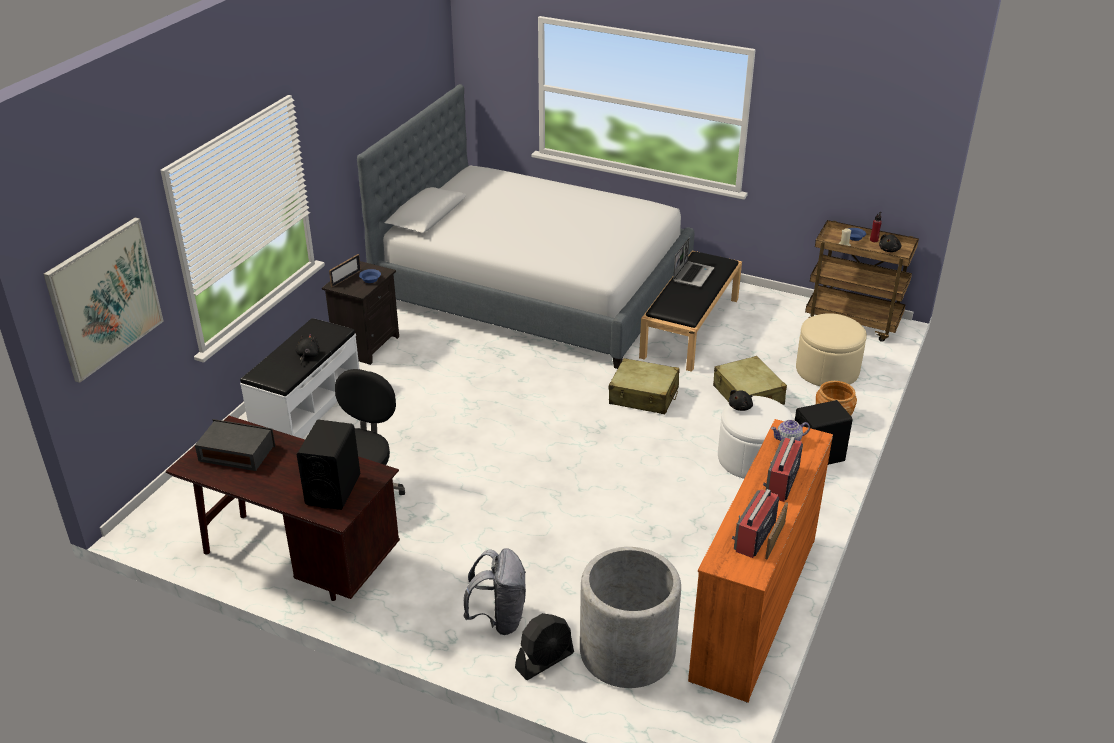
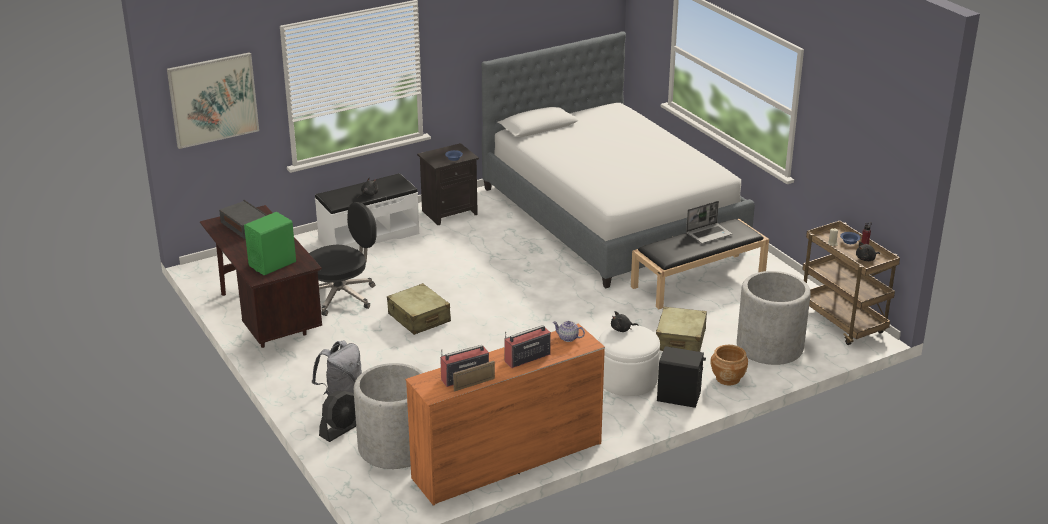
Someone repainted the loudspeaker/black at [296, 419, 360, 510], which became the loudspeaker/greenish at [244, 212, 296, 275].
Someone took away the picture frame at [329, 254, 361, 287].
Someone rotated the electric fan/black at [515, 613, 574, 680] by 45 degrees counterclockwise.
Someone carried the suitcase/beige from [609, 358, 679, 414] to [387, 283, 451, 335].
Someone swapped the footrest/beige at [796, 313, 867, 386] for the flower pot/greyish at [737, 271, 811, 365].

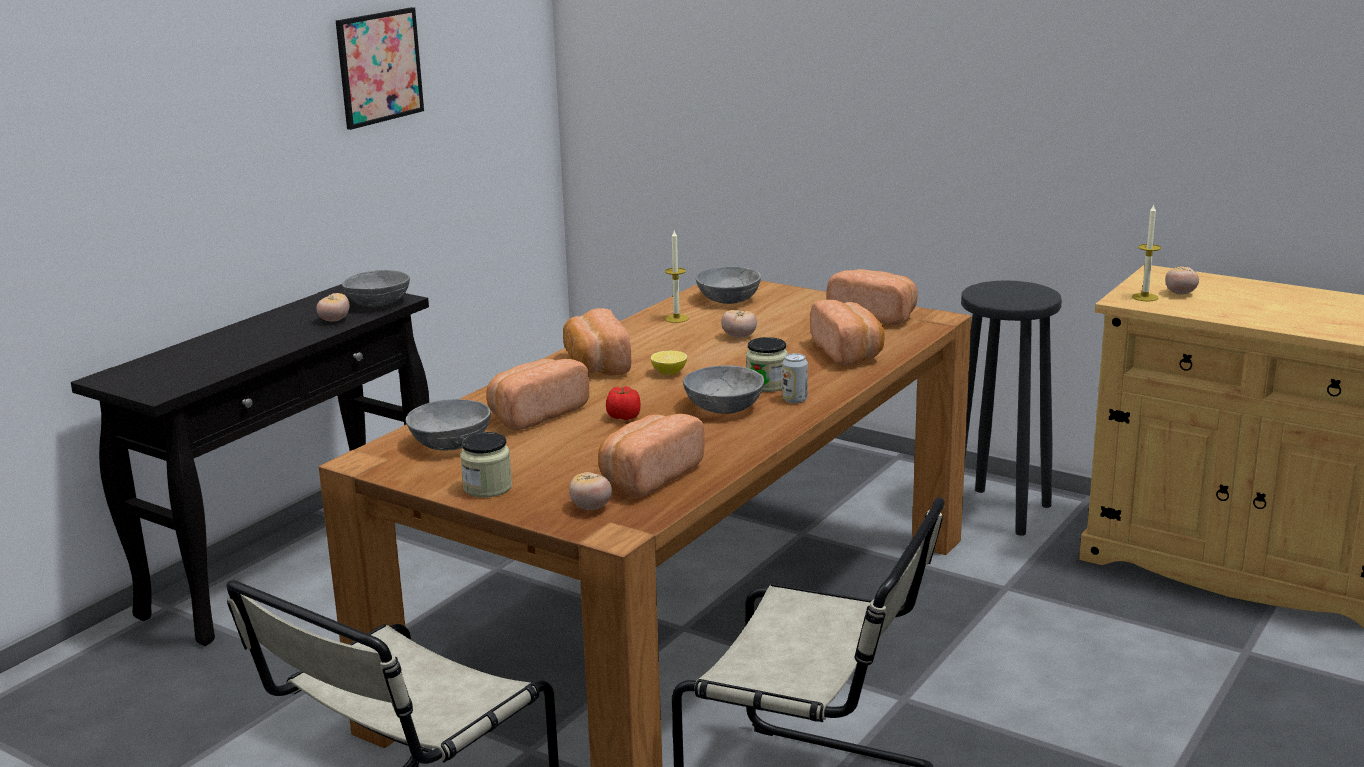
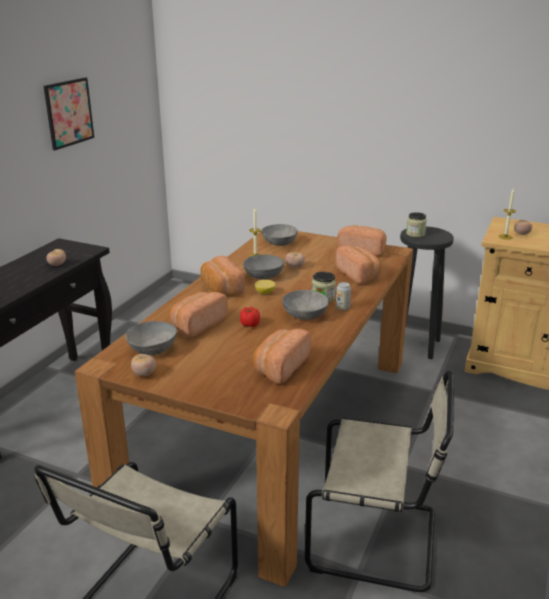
Someone carried the bowl/greyish from [342, 270, 410, 307] to [243, 254, 284, 279].
Someone carried the preserve jar from [460, 432, 512, 498] to [406, 212, 427, 237].
Someone carried the tomato from [569, 472, 612, 510] to [131, 354, 156, 376].

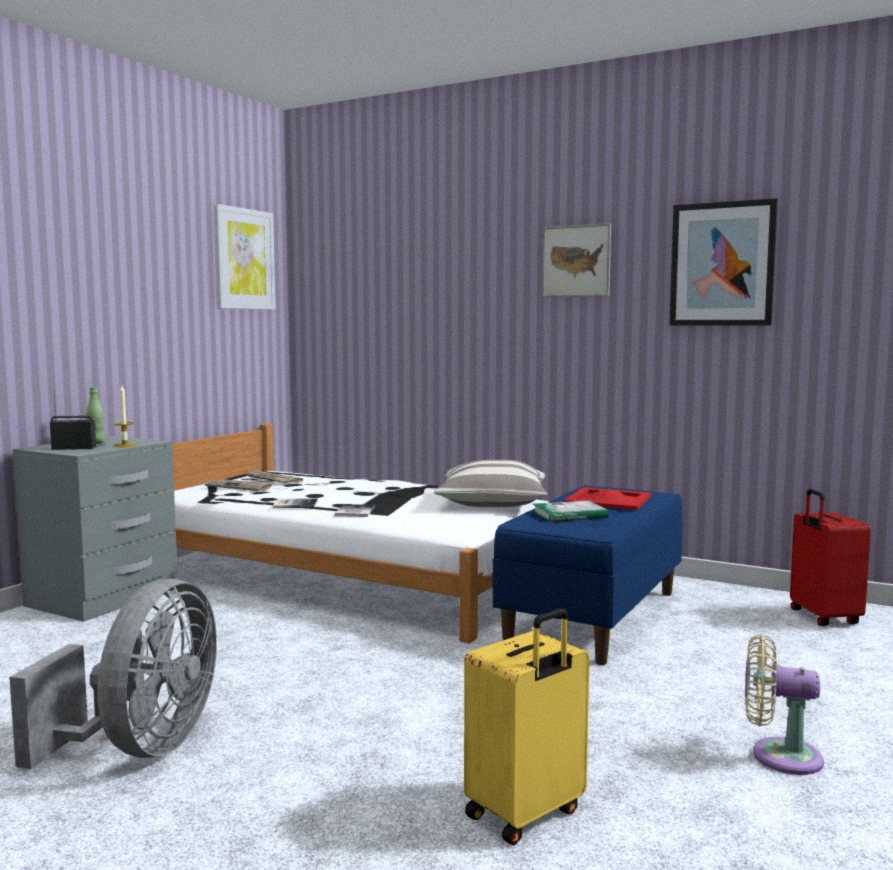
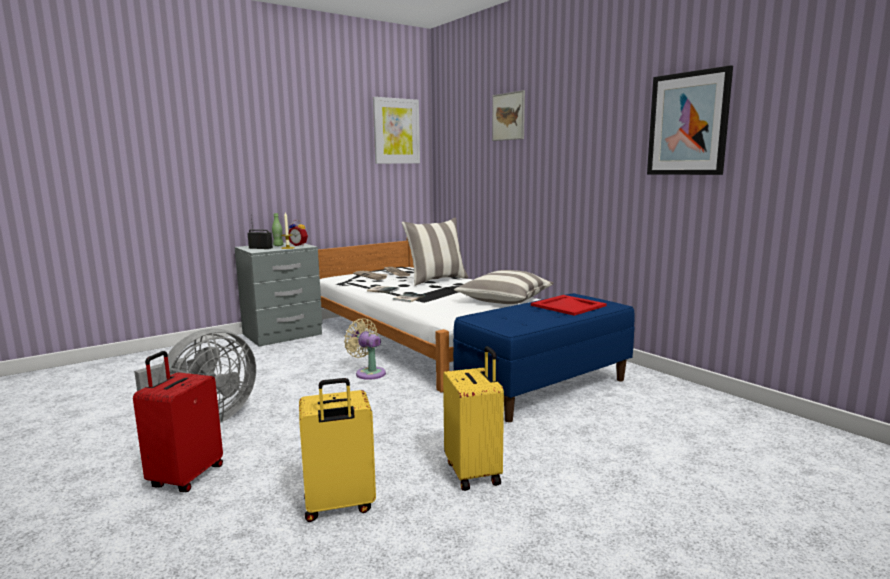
Someone took away the volume at [532, 501, 609, 521].
Someone carried the wall art from [542, 223, 611, 297] to [492, 90, 525, 141].
Someone carried the electric fan/beige from [745, 635, 824, 775] to [344, 318, 386, 380].
Someone carried the suitcase/reddish from [790, 489, 871, 626] to [133, 351, 223, 492].
Someone put down the bedside clock at [288, 220, 308, 246].
Someone put down the throw pillow at [402, 217, 469, 286].
Someone put down the suitcase/yellow at [443, 346, 504, 491].

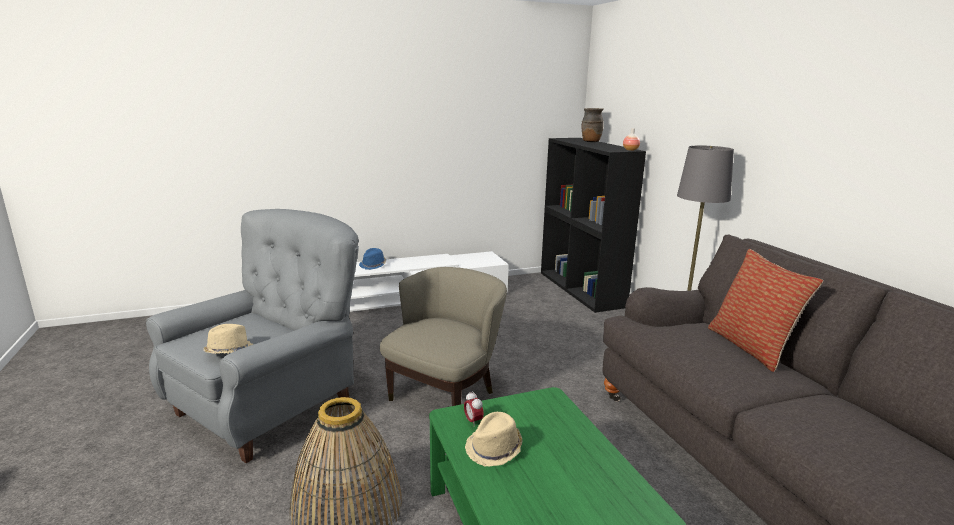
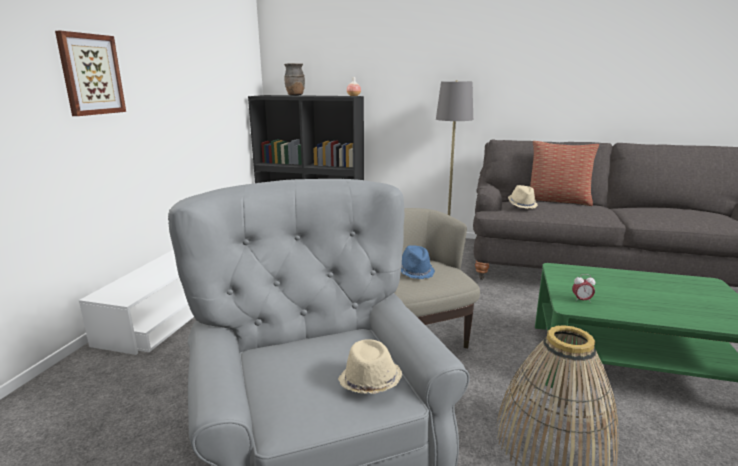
Someone carried the hat/blue-coloured from [359, 248, 386, 270] to [401, 245, 435, 279].
Someone carried the hat/beige from [465, 412, 523, 467] to [508, 185, 538, 209].
Someone put up the wall art at [55, 31, 126, 116].

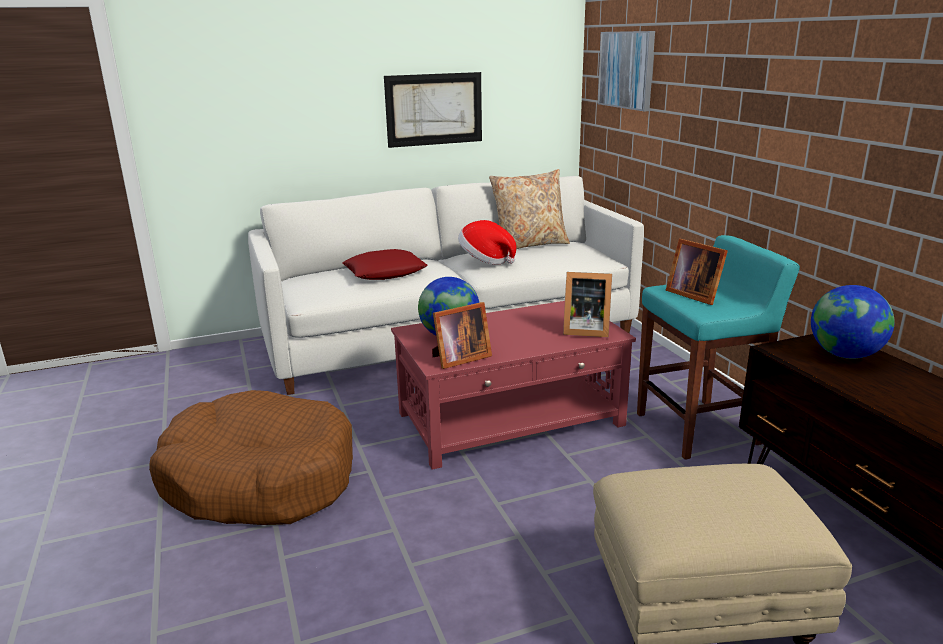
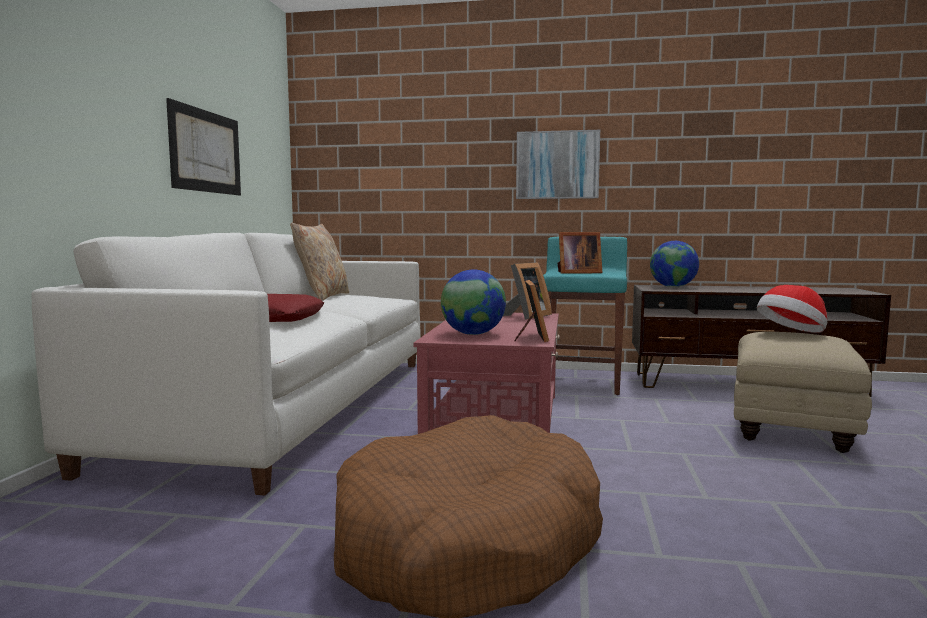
Someone carried the hat from [458, 220, 516, 265] to [757, 285, 827, 333].
Someone carried the wall art from [597, 31, 655, 111] to [516, 130, 600, 199].

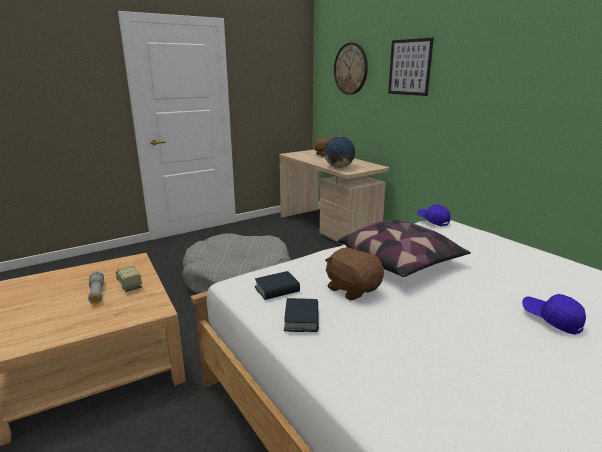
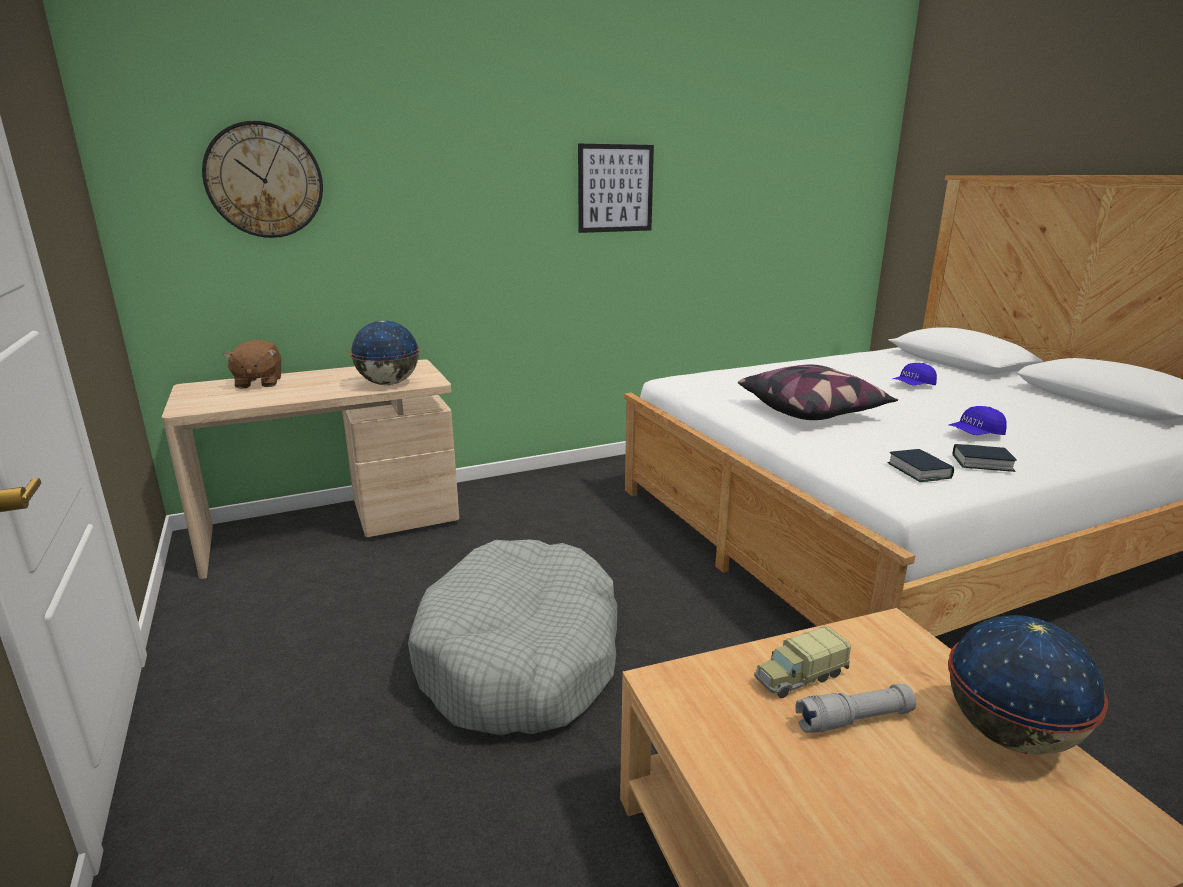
Someone took away the plush toy/brown at [325, 247, 384, 301].
Someone carried the wall art from [388, 38, 434, 96] to [578, 144, 654, 233].
Someone carried the peaked cap/blue-coloured from [417, 204, 450, 226] to [949, 406, 1007, 435].
Someone put down the world globe at [948, 615, 1108, 755].

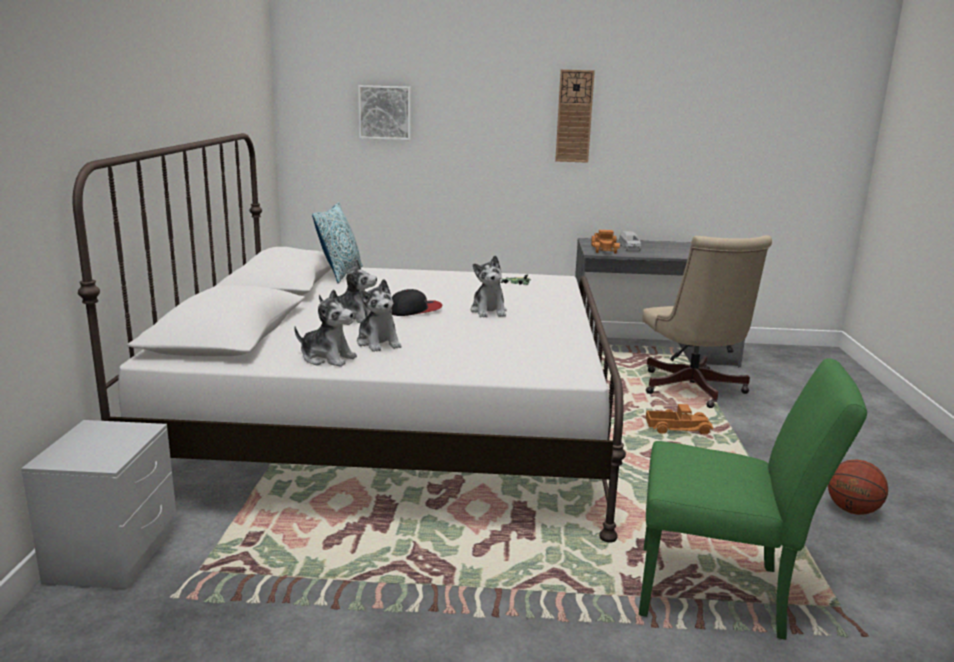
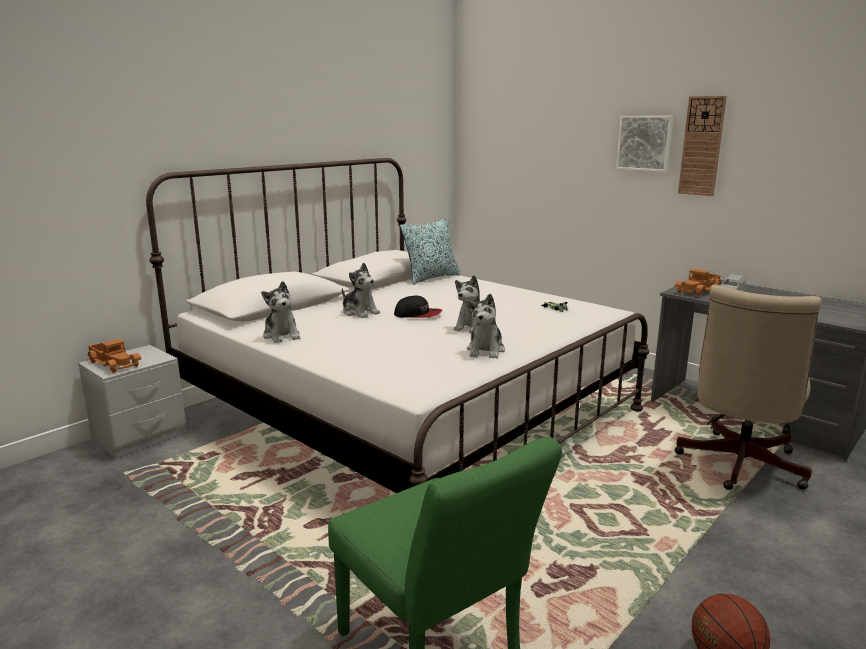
Someone carried the plush toy from [357, 279, 401, 352] to [466, 294, 505, 359].
Someone carried the wall art from [358, 85, 411, 140] to [616, 116, 674, 172].
Someone carried the toy truck from [646, 404, 713, 434] to [87, 339, 141, 373].

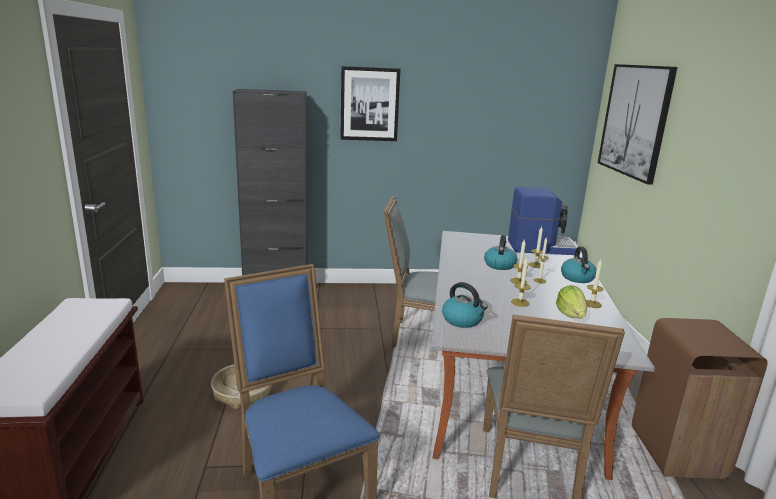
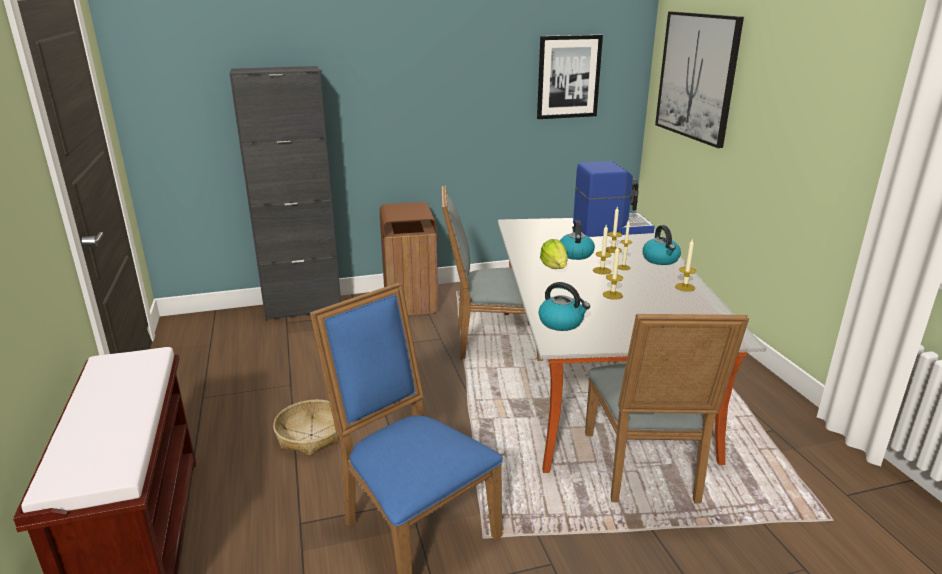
Someone carried the wall art from [340, 66, 400, 141] to [537, 35, 603, 119].
Someone carried the lettuce from [556, 285, 587, 318] to [540, 239, 568, 269].
Someone carried the rubbish bin/brown from [632, 318, 768, 480] to [380, 202, 438, 316].

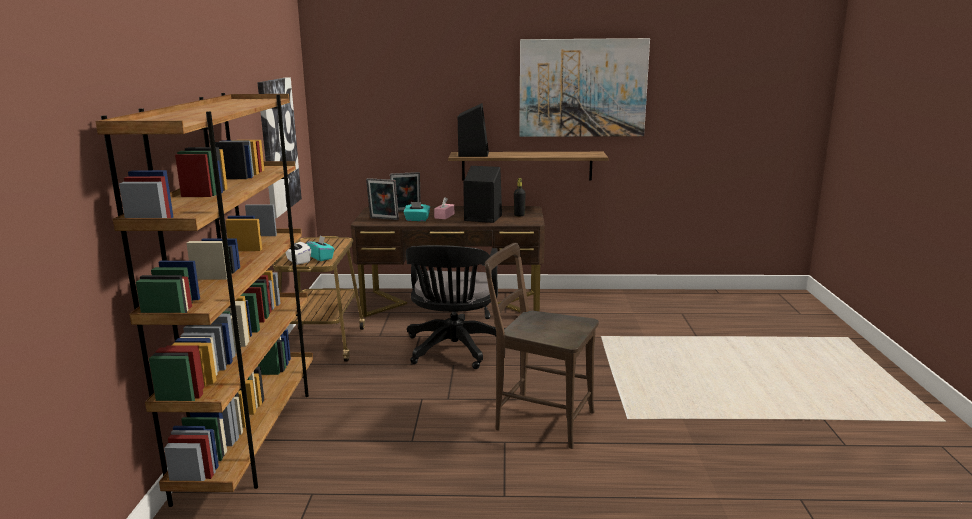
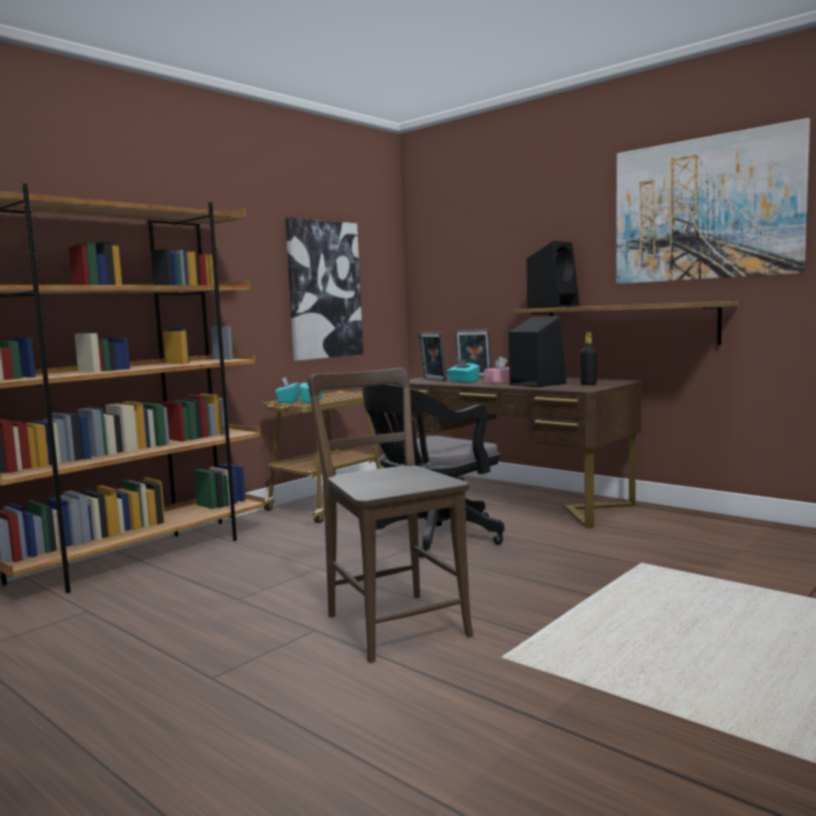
Someone repainted the box of tissues/whitish at [285, 242, 311, 265], which became the box of tissues/blue-green at [275, 377, 300, 403].

